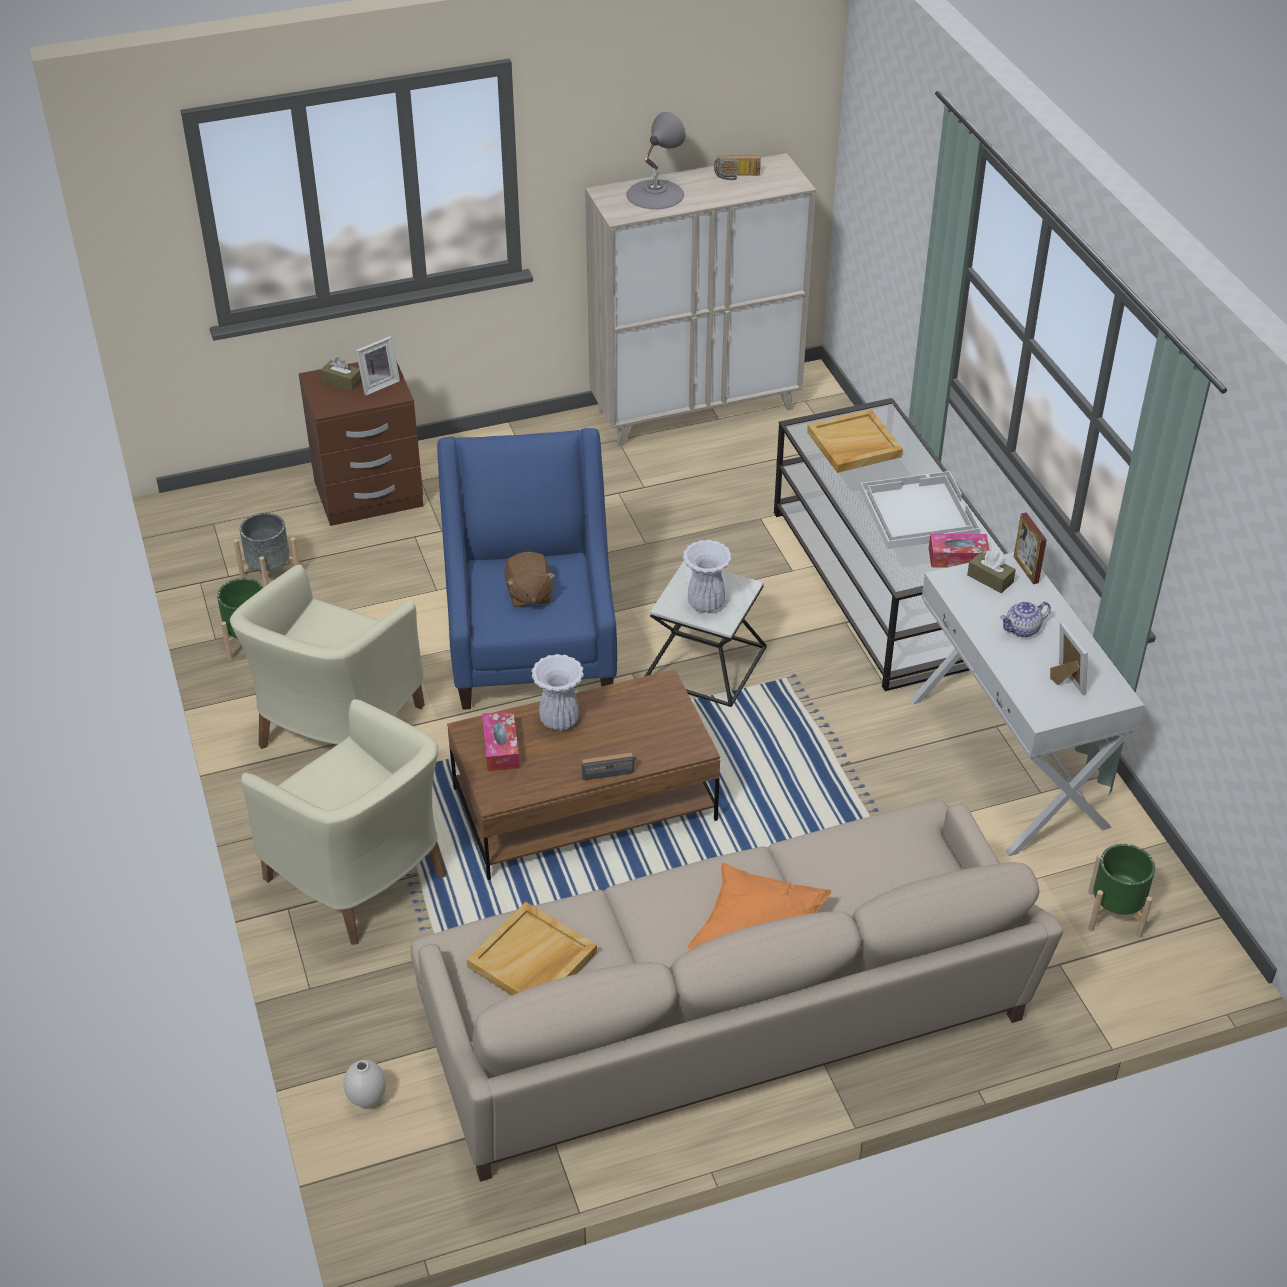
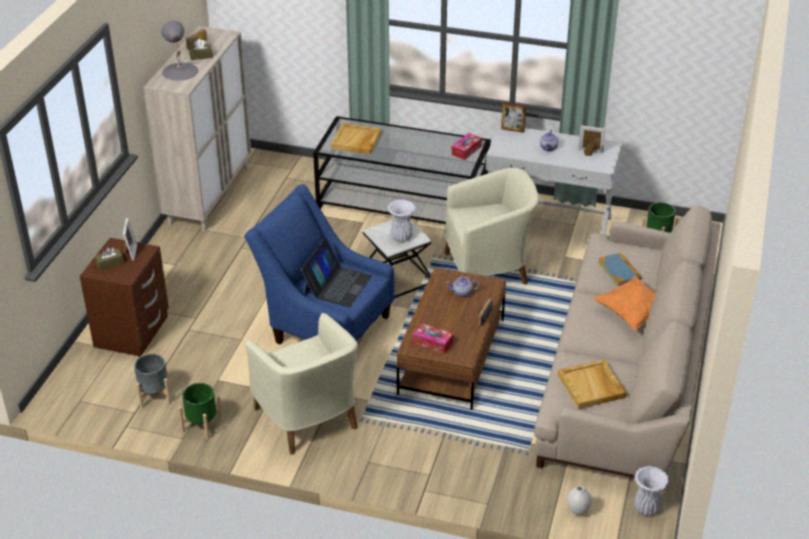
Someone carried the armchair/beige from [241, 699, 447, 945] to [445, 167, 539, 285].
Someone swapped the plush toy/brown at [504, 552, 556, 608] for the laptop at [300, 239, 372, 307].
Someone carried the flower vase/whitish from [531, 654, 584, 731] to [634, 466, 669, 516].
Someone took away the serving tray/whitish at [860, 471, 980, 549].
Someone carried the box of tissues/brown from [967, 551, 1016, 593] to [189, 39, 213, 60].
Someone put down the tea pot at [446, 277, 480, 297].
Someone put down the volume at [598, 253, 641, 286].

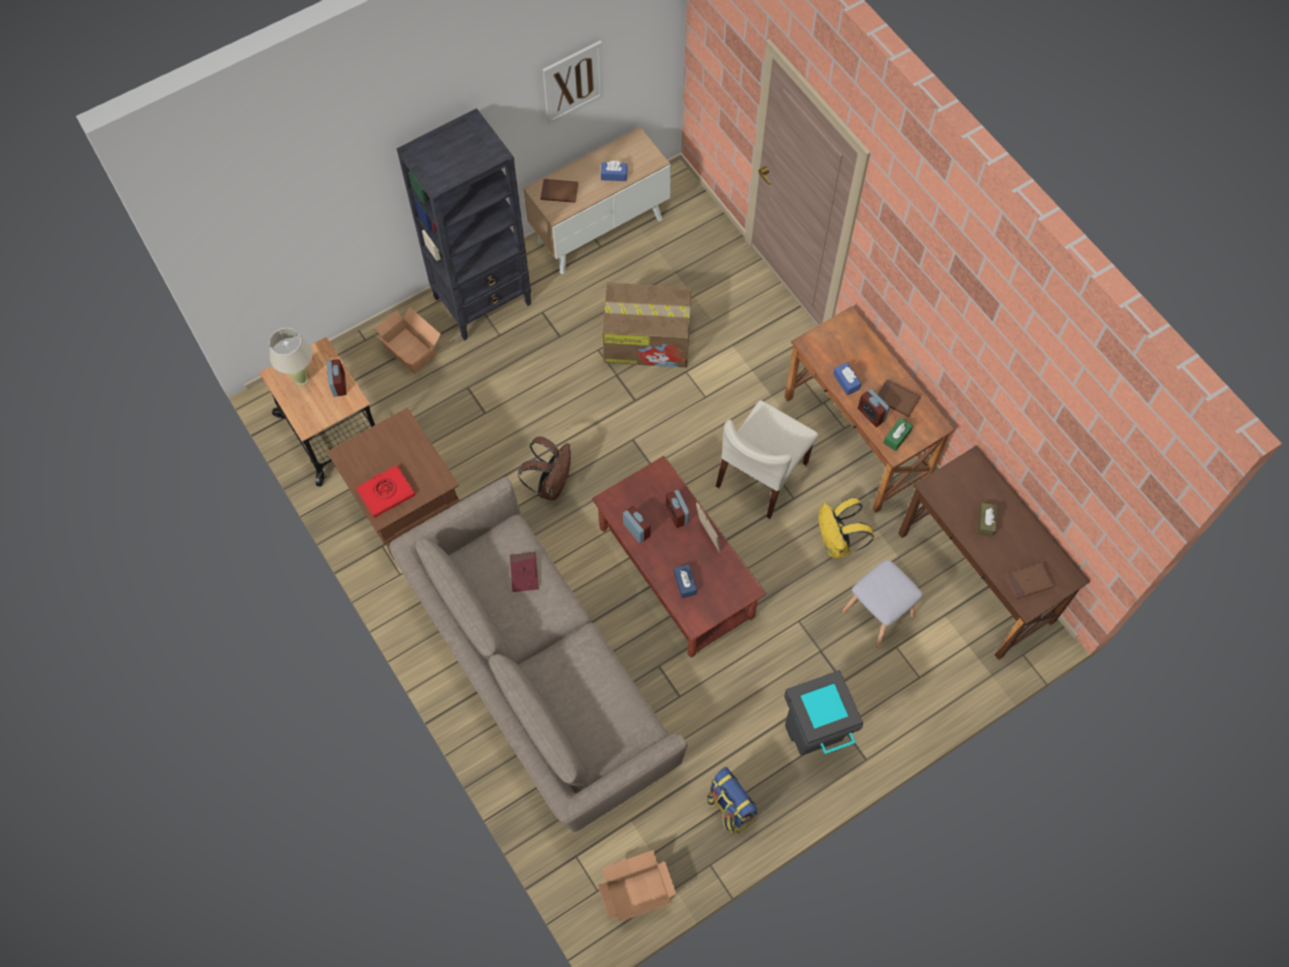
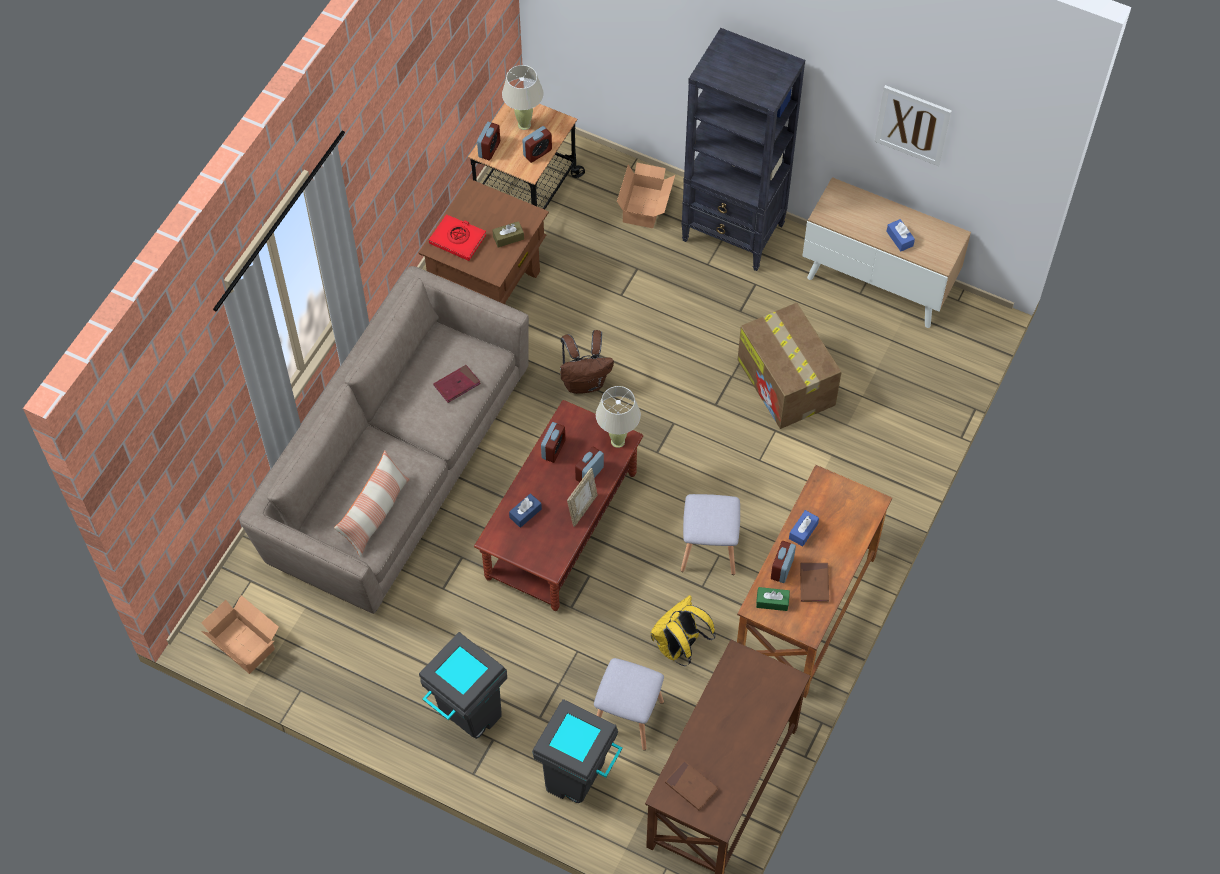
Someone took away the volume/brown at [540, 179, 579, 203].
Someone took away the knapsack at [707, 767, 758, 834].
Someone swapped the plain chair/beige at [716, 400, 818, 519] for the stool/greyish at [681, 494, 740, 575].
Someone carried the box of tissues/brown from [978, 503, 997, 536] to [492, 221, 524, 248].
Someone put down the throw pillow at [334, 450, 410, 557].
Someone put down the bedside clock at [477, 122, 500, 161].
Someone put down the rubbish bin/greyish at [532, 699, 623, 803].
Someone put down the lamp for a table/beige at [596, 386, 641, 448].

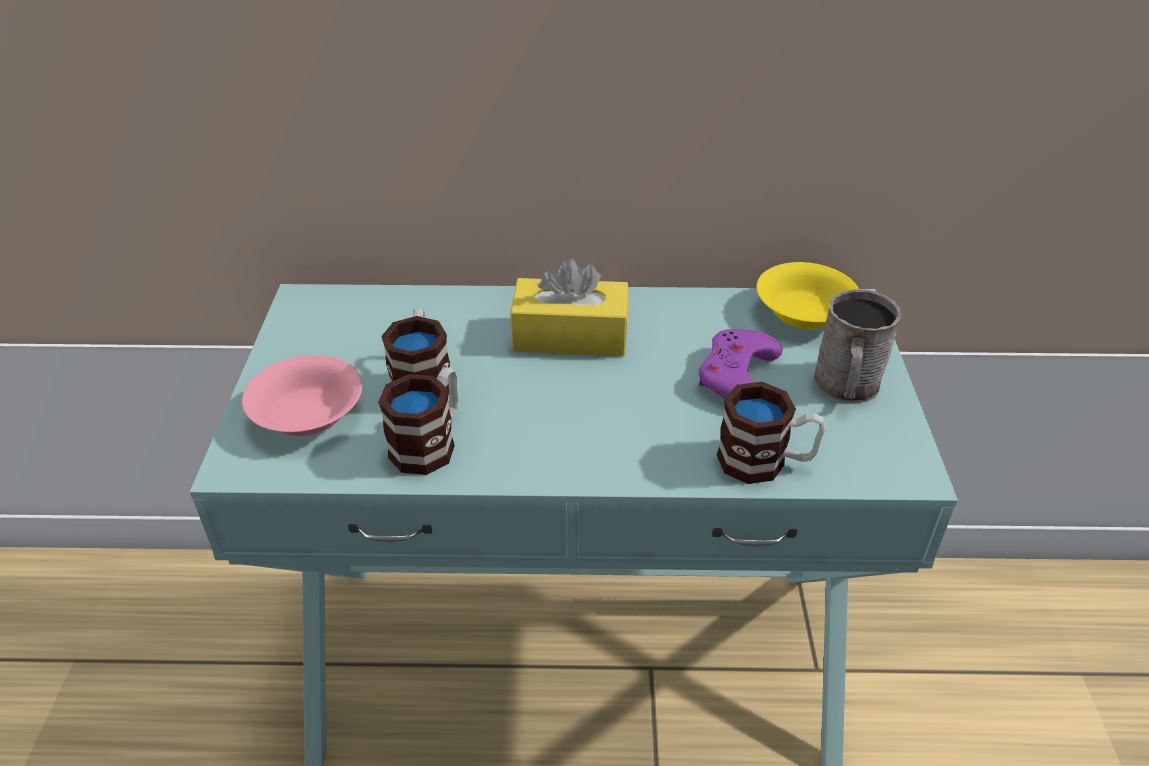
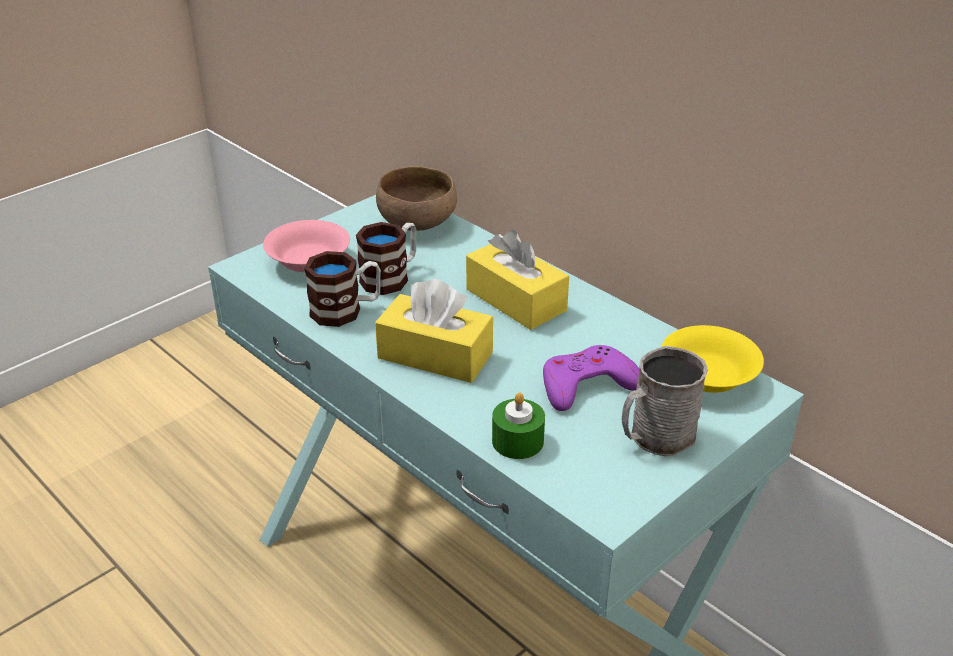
Someone swapped the tea mug at [717, 382, 826, 484] for the candle/greenish at [492, 392, 545, 459].
Someone put down the box of tissues/yellow at [375, 279, 493, 383].
Someone put down the bowl/brown at [376, 166, 457, 231].

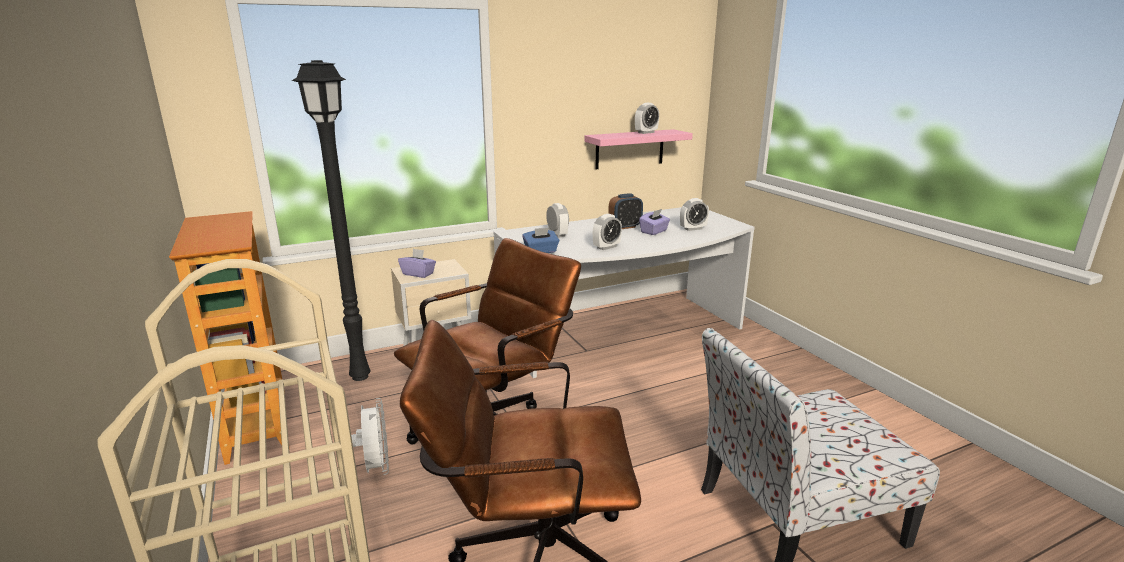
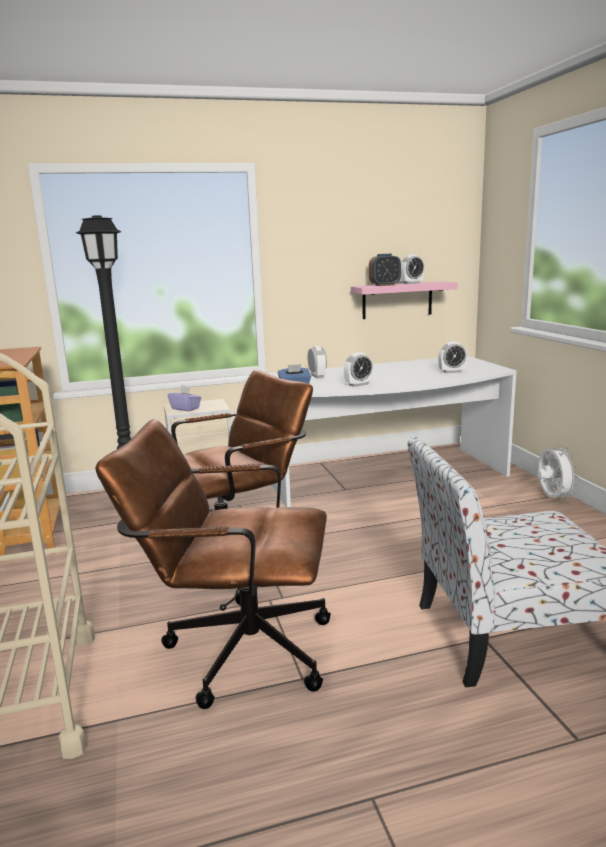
Someone carried the electric fan/whitish from [351, 398, 389, 475] to [538, 444, 579, 501].
Someone carried the bedside clock from [608, 193, 643, 229] to [369, 254, 401, 286].
Someone took away the box of tissues/purplish at [639, 209, 670, 235].

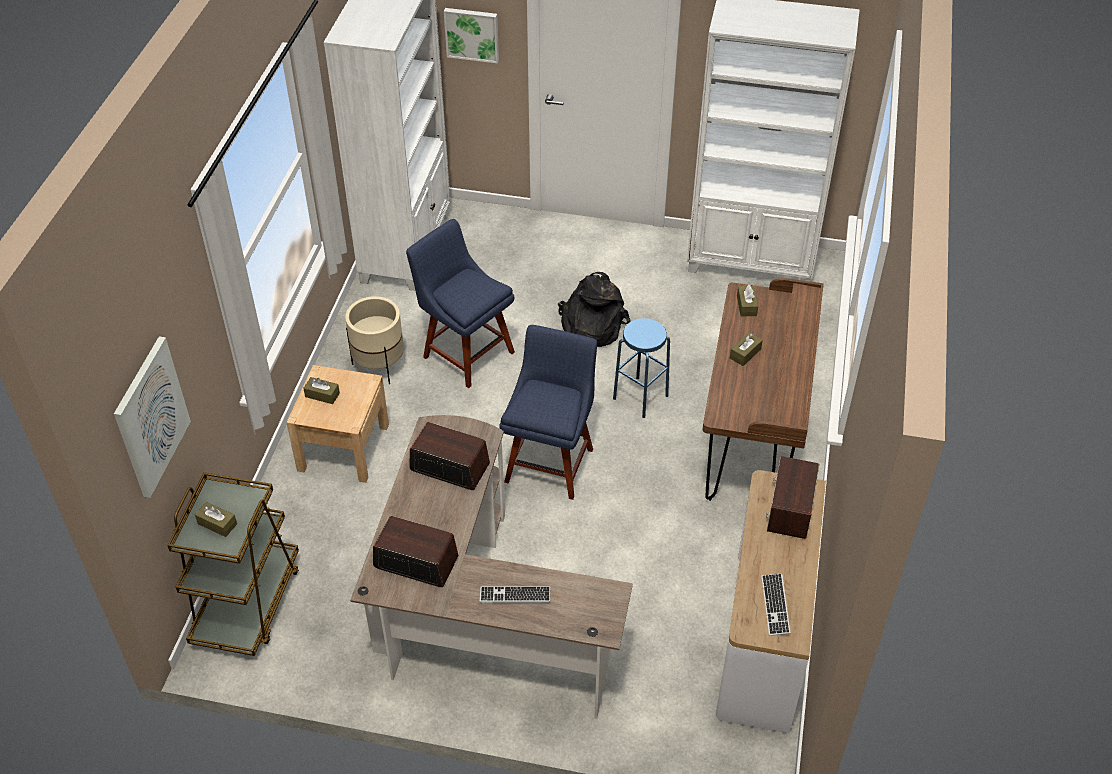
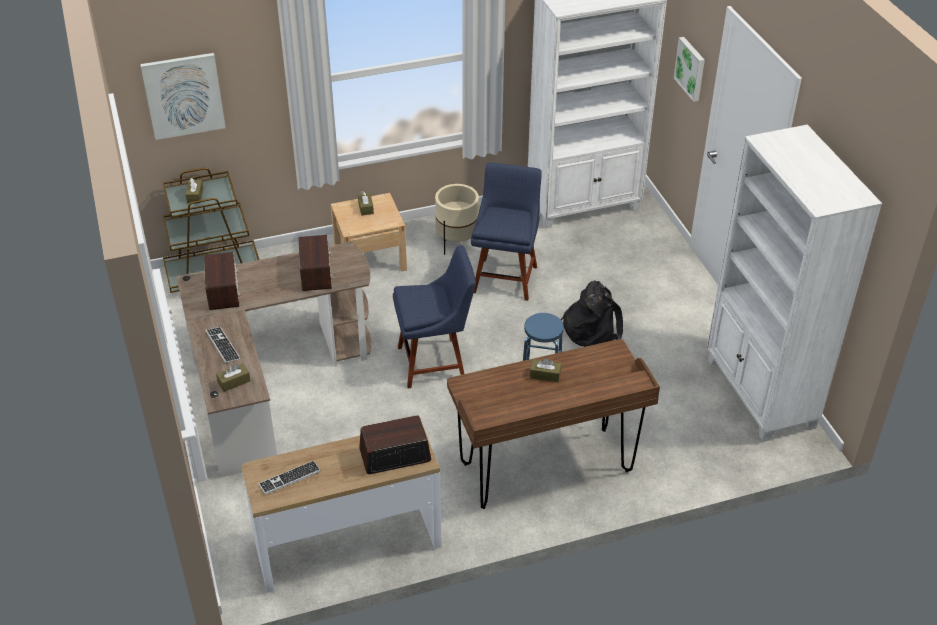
Someone carried the box of tissues/brown from [737, 285, 758, 317] to [216, 363, 251, 392].

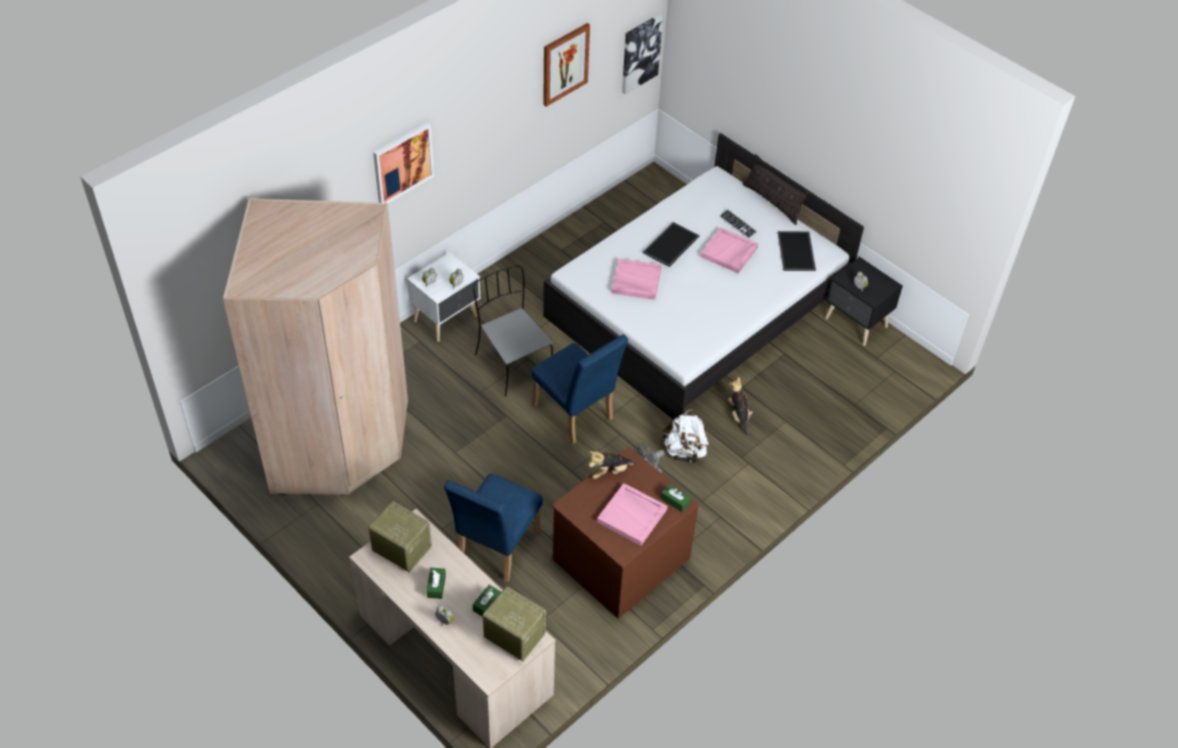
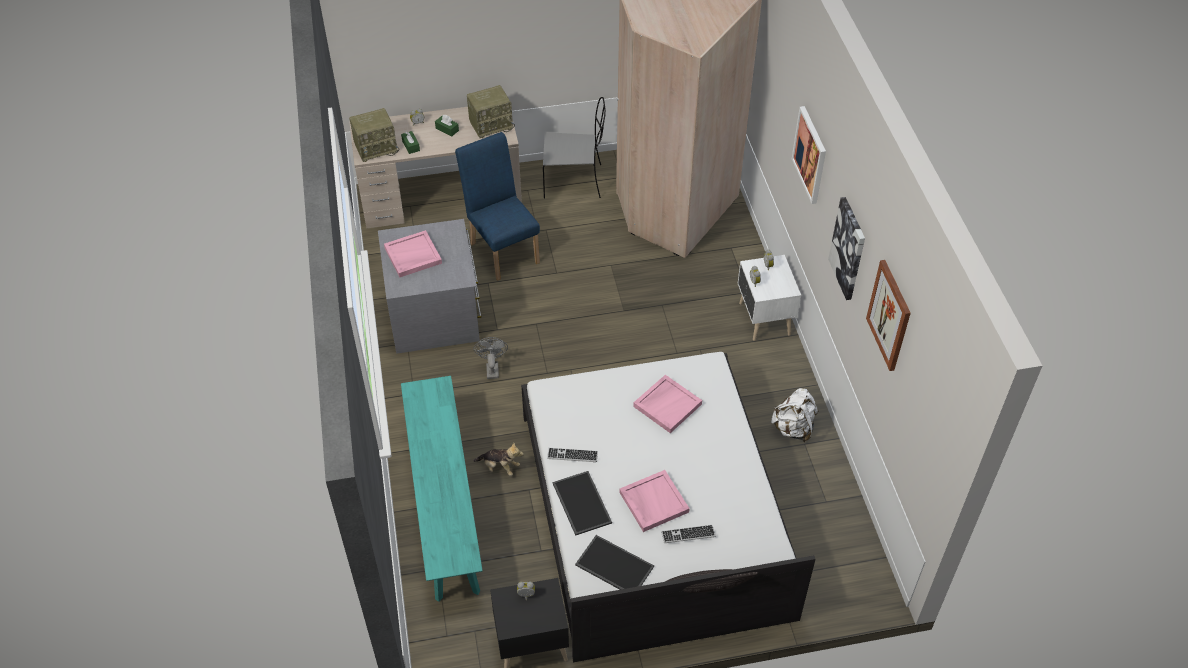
Someone carried the plain chair/greyish from [473, 265, 553, 397] to [543, 97, 606, 199].
Someone took away the plain chair/blue-coloured at [531, 334, 628, 444].
Someone repainted the chest of drawers/brown at [552, 446, 699, 619], which became the chest of drawers/greyish at [378, 219, 481, 354].
Someone took away the plush toy at [588, 451, 637, 479].
Someone carried the wall art from [622, 14, 663, 94] to [828, 197, 865, 300].
Someone carried the serving tray from [643, 222, 700, 267] to [553, 471, 612, 536].
Someone carried the knapsack/whitish from [661, 409, 709, 464] to [771, 388, 818, 442].
Someone took away the box of tissues/greenish at [661, 484, 691, 512].
Someone put down the long seat/blue-green at [401, 376, 483, 602].
Someone put down the keyboard at [547, 448, 598, 462].

